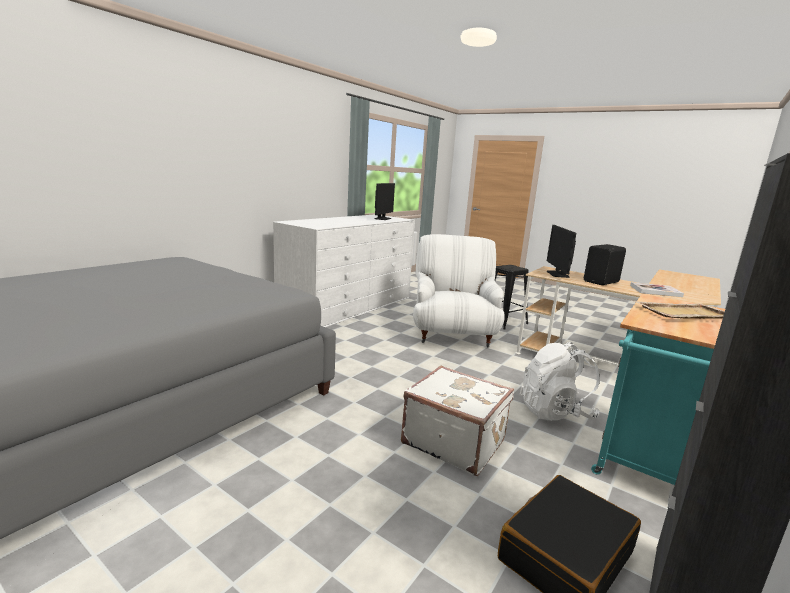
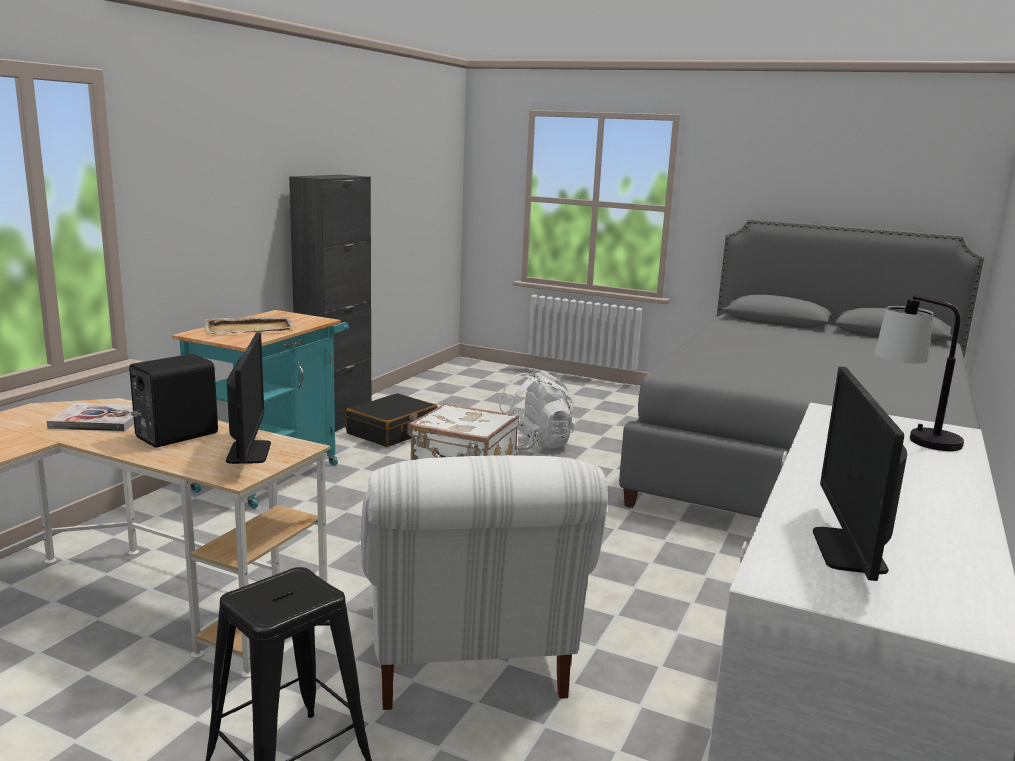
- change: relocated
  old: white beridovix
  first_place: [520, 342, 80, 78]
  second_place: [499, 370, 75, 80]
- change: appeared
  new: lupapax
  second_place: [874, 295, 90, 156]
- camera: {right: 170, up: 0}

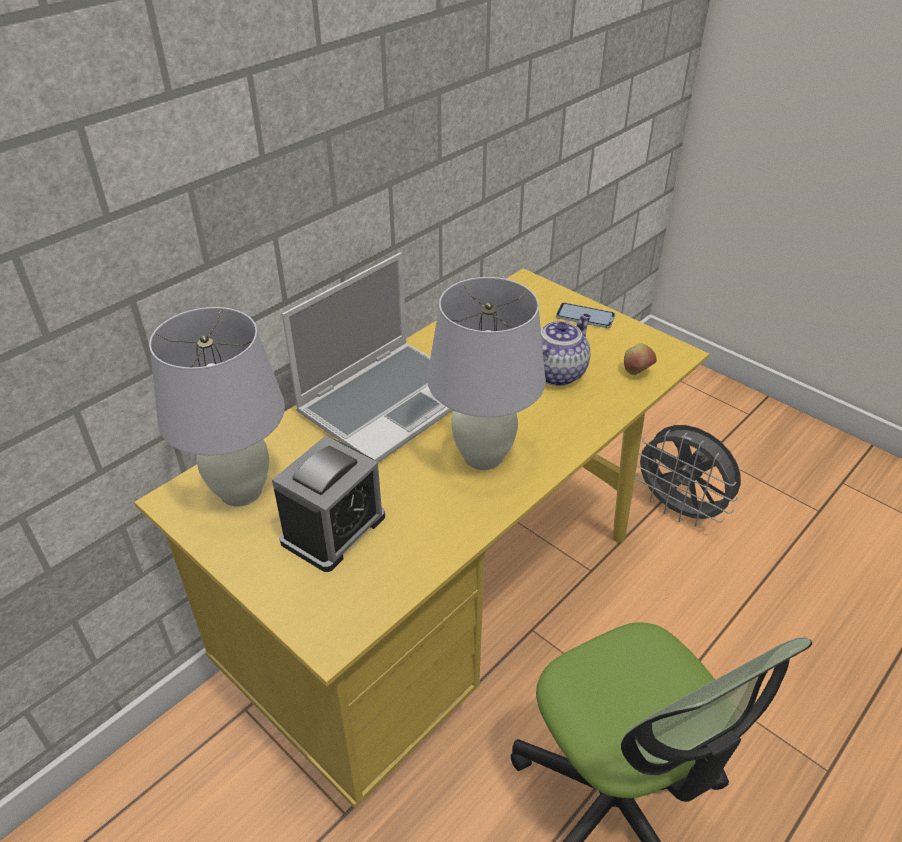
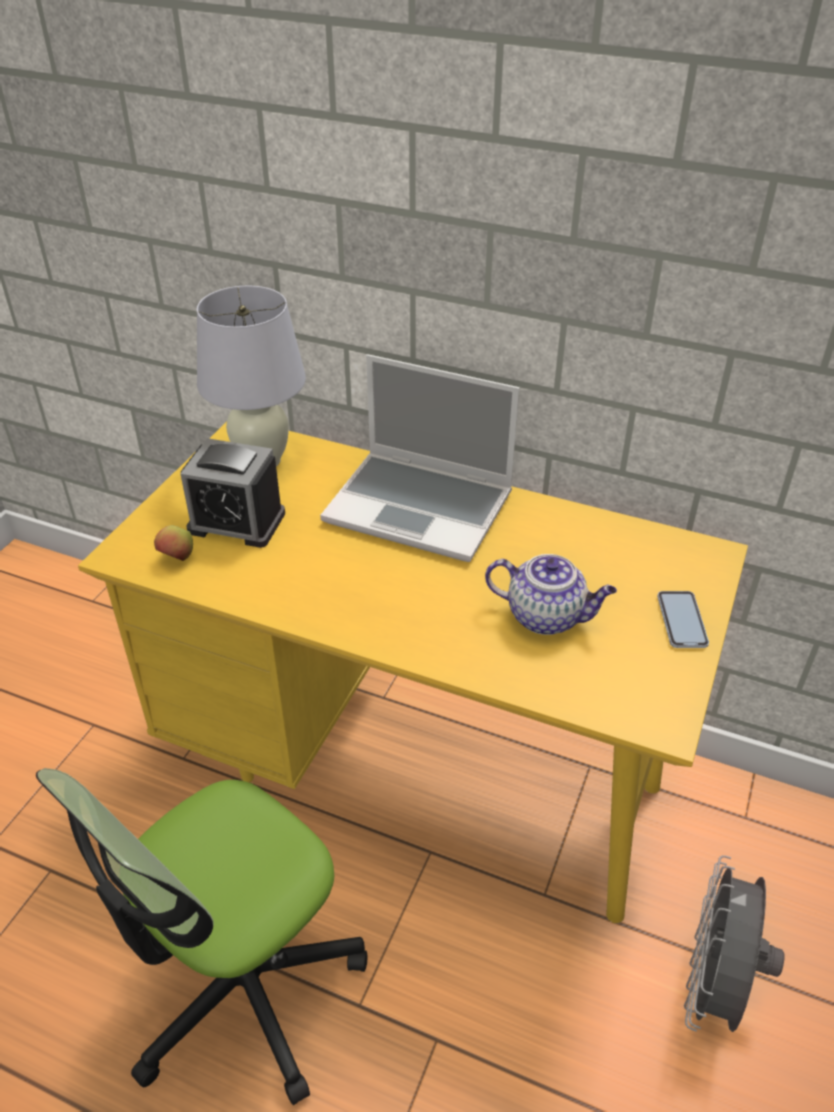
- change: missing
  old: white lupapax
  first_place: [427, 277, 119, 193]
- change: relocated
  old: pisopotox
  first_place: [624, 343, 33, 32]
  second_place: [154, 525, 39, 36]
- camera: {right: 70, up: 0}

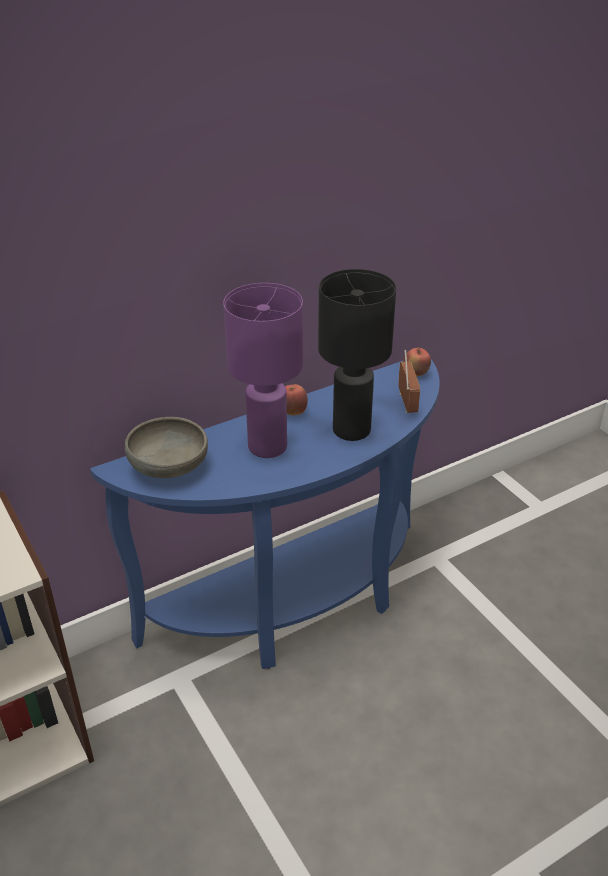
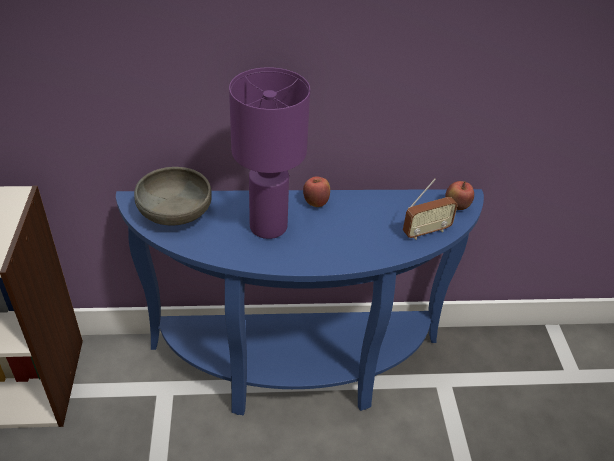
- change: missing
  old: black lupapax
  first_place: [318, 269, 78, 172]
- change: spun
  old: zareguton
  first_place: [398, 350, 22, 63]
  second_place: [403, 178, 55, 62]
  degrees: 45
- camera: {right: 25, up: 5}

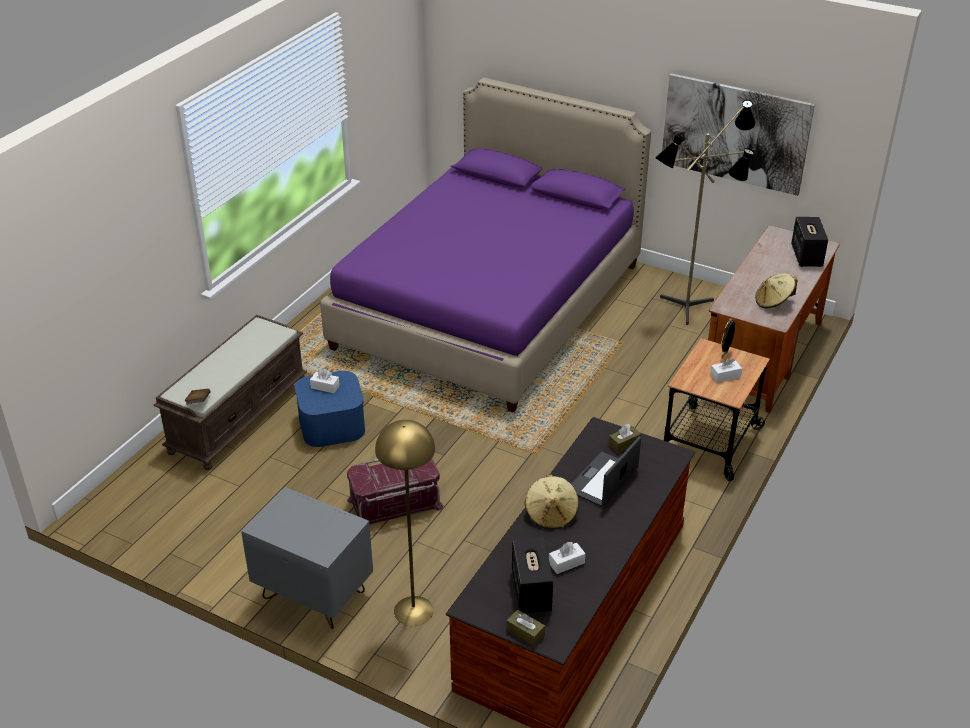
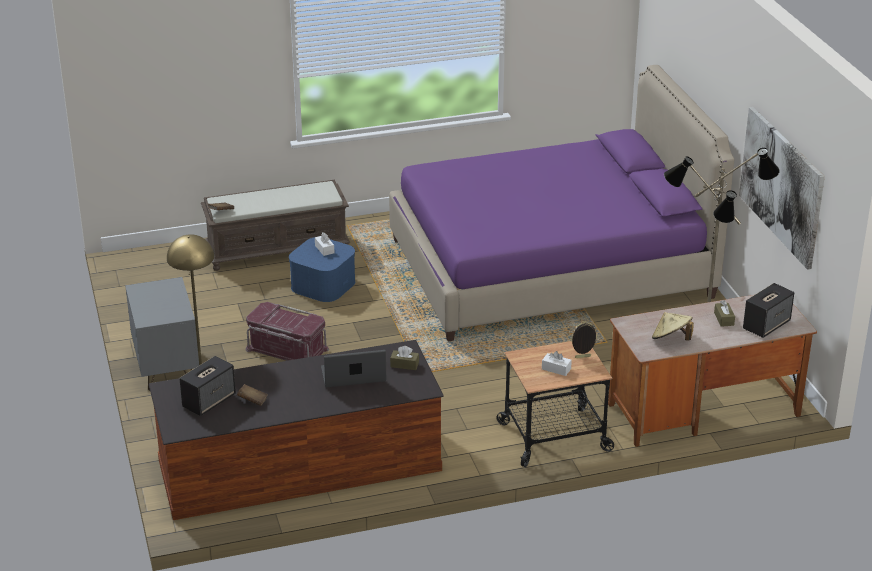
- change: relocated
  old: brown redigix
  first_place: [507, 610, 38, 37]
  second_place: [714, 300, 21, 27]
- change: missing
  old: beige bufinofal
  first_place: [525, 474, 54, 55]
- change: exchanged
  old: white redigix
  new: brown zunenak
  first_place: [549, 542, 37, 32]
  second_place: [237, 384, 31, 22]
- camera: {right: 45, up: -5}

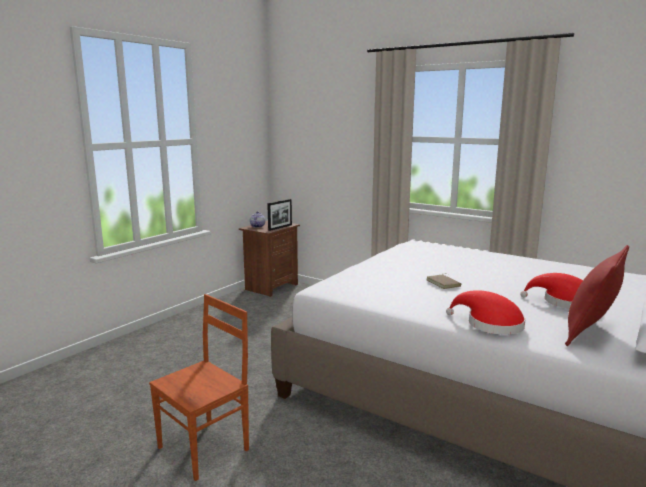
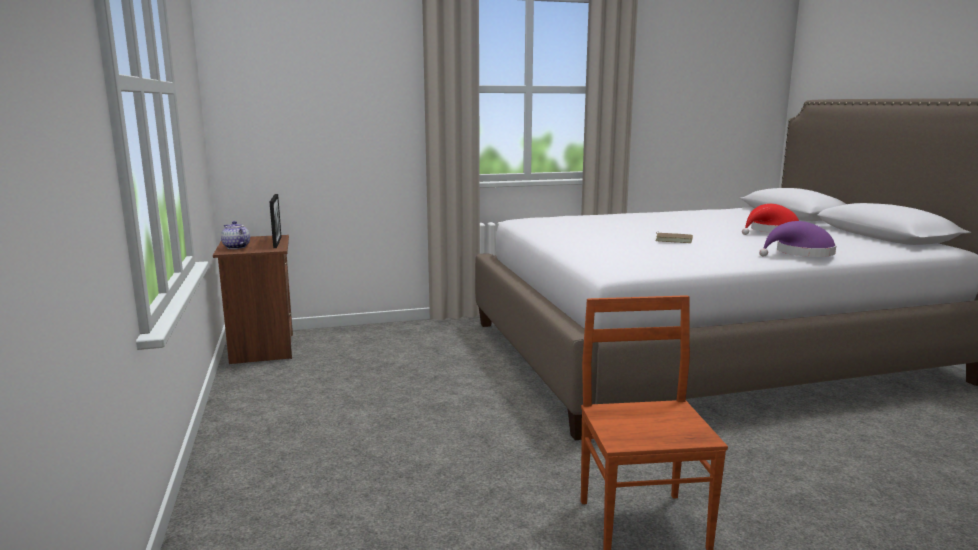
- change: colour
  old: red bufinofal
  new: purple bufinofal
  first_place: [446, 290, 79, 45]
  second_place: [759, 221, 77, 36]
- change: missing
  old: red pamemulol
  first_place: [565, 245, 64, 101]
- camera: {right: -50, up: 0}

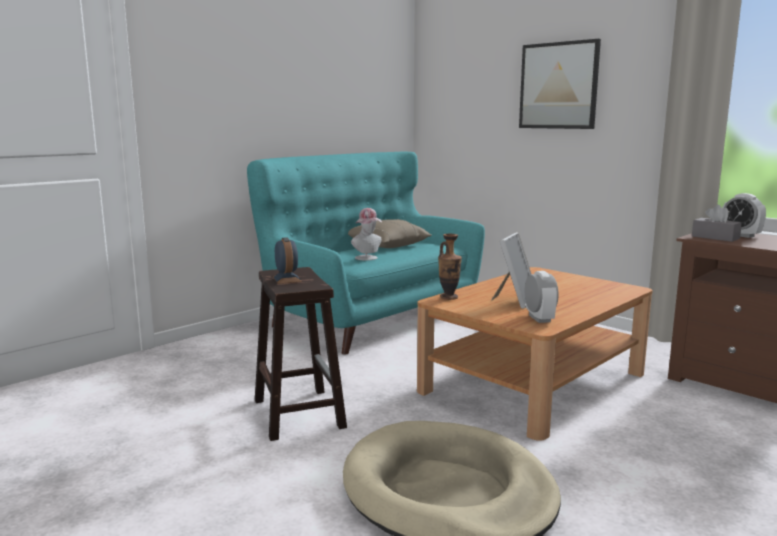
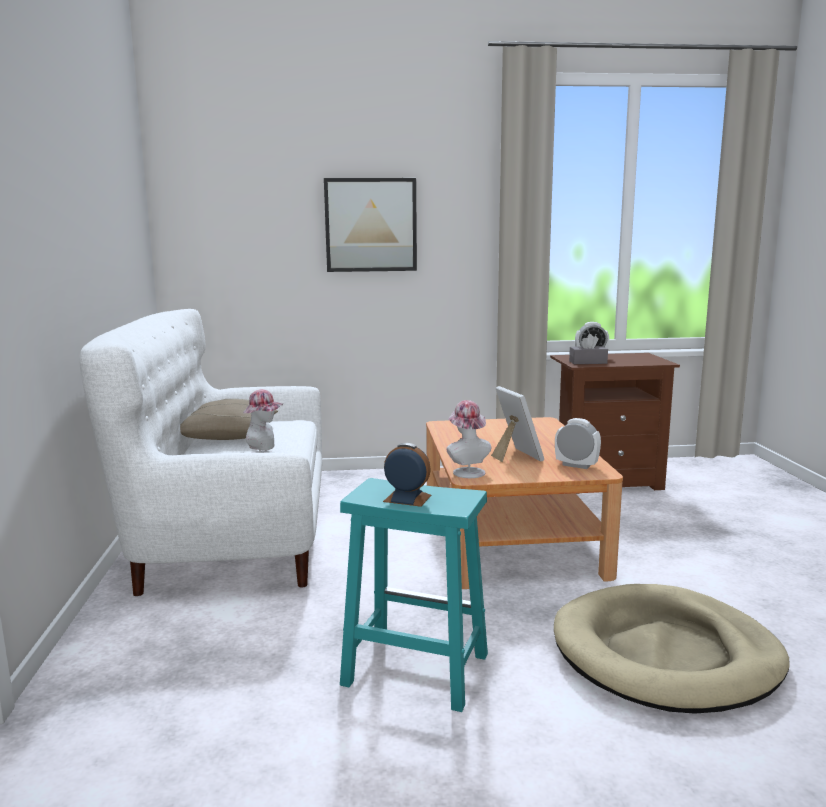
- change: colour
  old: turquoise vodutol
  new: white vodutol
  first_place: [247, 152, 238, 203]
  second_place: [79, 309, 243, 287]
- change: colour
  old: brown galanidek
  new: turquoise galanidek
  first_place: [255, 267, 92, 174]
  second_place: [340, 478, 148, 234]
- change: exchanged
  old: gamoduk
  new: bufinofal
  first_place: [438, 234, 24, 66]
  second_place: [446, 400, 45, 78]
- camera: {right: -50, up: 0}

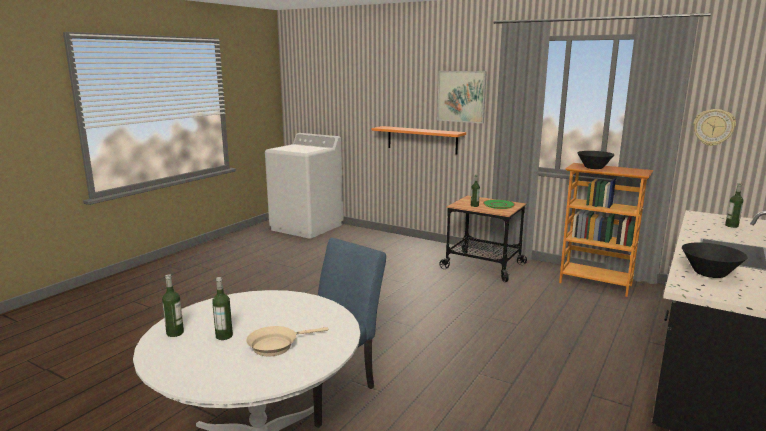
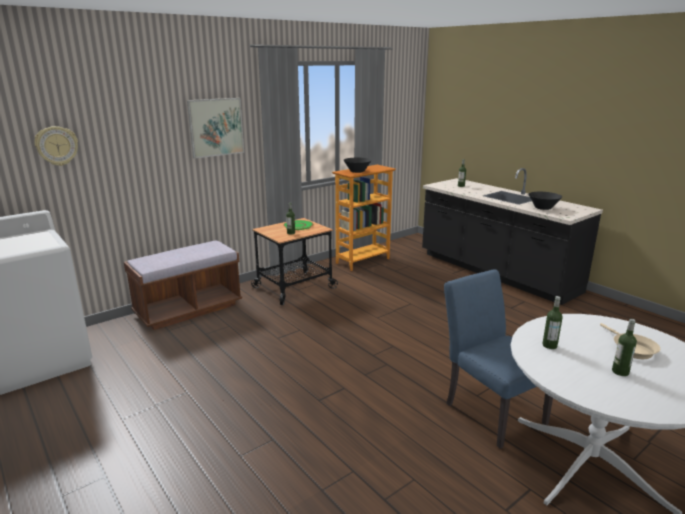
- change: relocated
  old: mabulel
  first_place: [162, 274, 22, 63]
  second_place: [542, 296, 21, 53]
- change: missing
  old: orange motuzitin
  first_place: [372, 126, 94, 29]
- change: relocated
  old: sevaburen
  first_place: [693, 109, 43, 37]
  second_place: [34, 126, 44, 40]
- change: appeared
  new: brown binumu
  second_place: [124, 240, 118, 90]
- camera: {right: -70, up: 5}

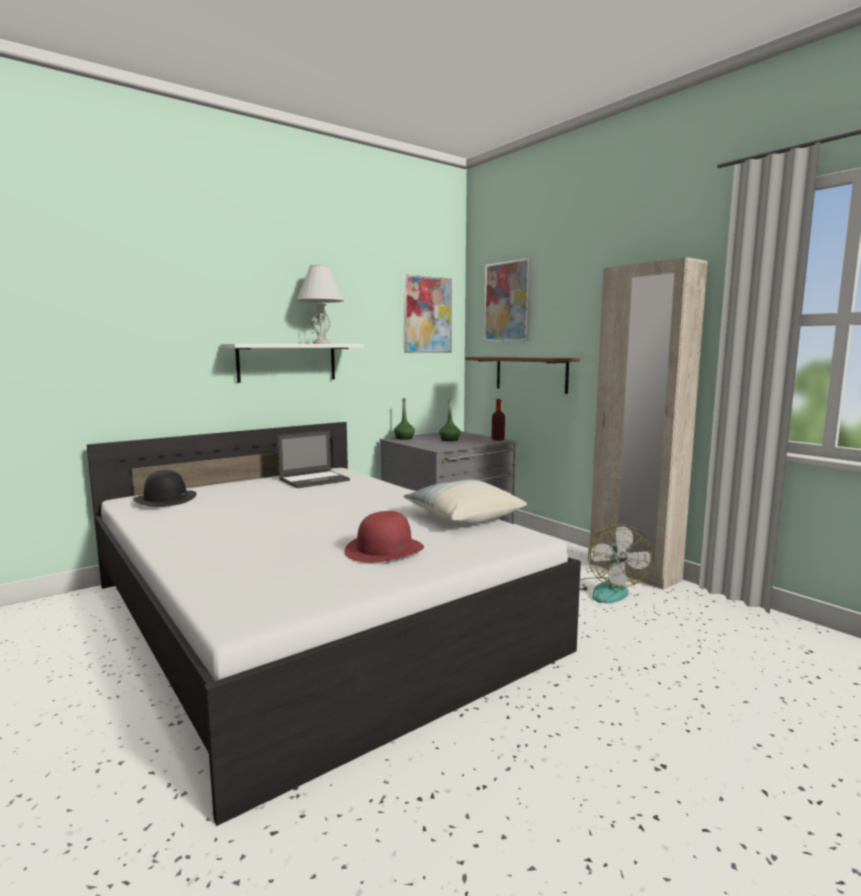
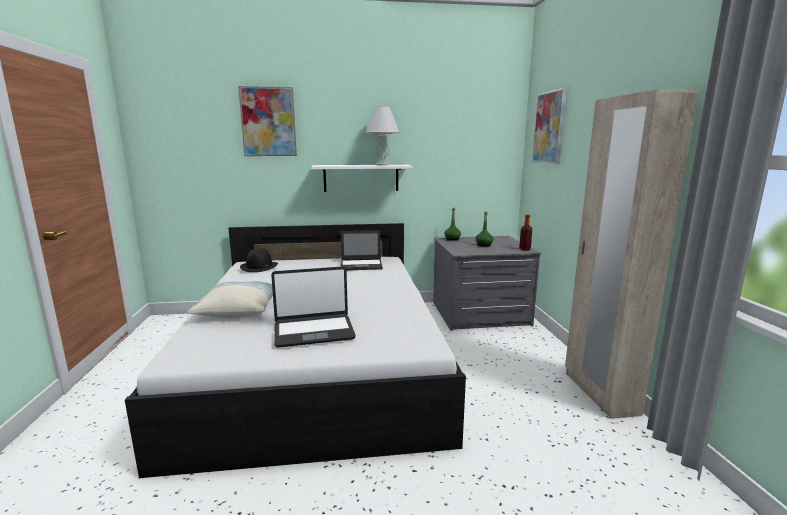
- change: exchanged
  old: red bufinofal
  new: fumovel
  first_place: [344, 511, 80, 52]
  second_place: [271, 266, 85, 82]
- change: relocated
  old: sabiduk
  first_place: [403, 274, 49, 79]
  second_place: [238, 86, 59, 70]
- change: relocated
  old: pamemulol
  first_place: [403, 479, 124, 46]
  second_place: [187, 281, 86, 37]
- change: missing
  old: brown motuzitin
  first_place: [465, 357, 115, 37]
- change: missing
  old: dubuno
  first_place: [579, 524, 73, 79]
- camera: {right: 30, up: 5}

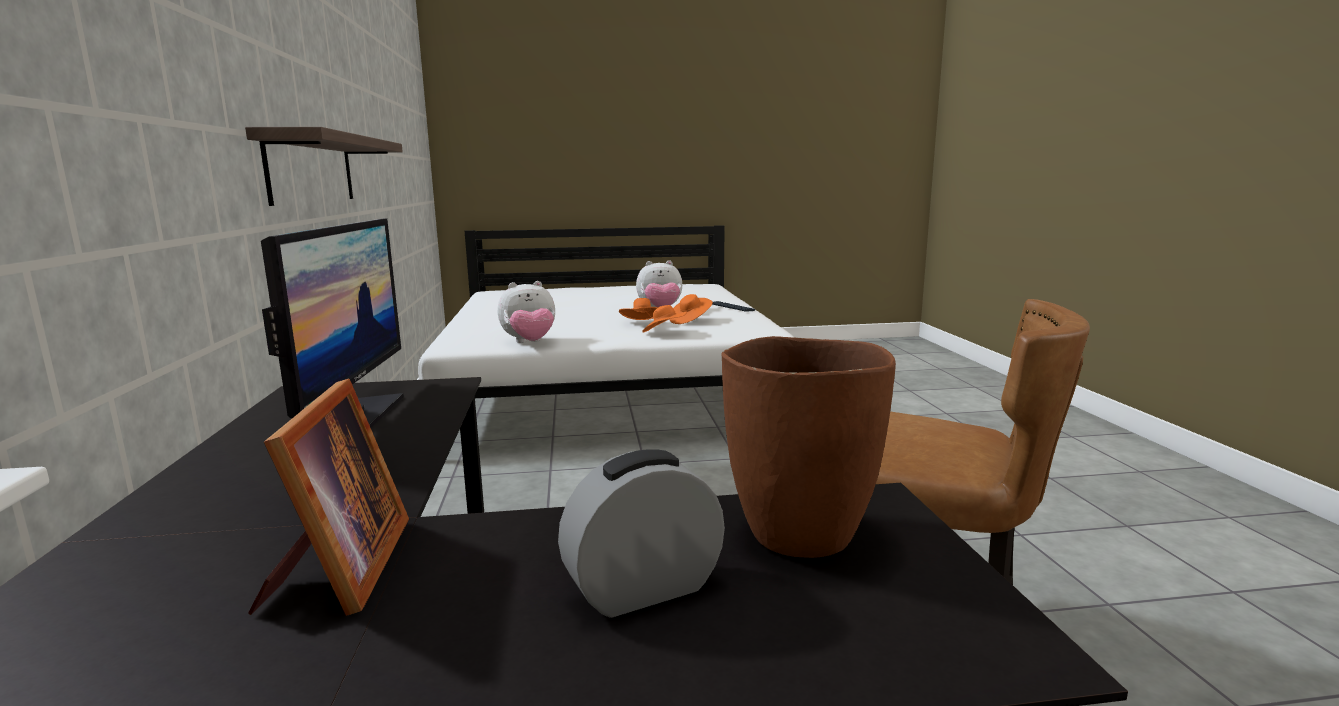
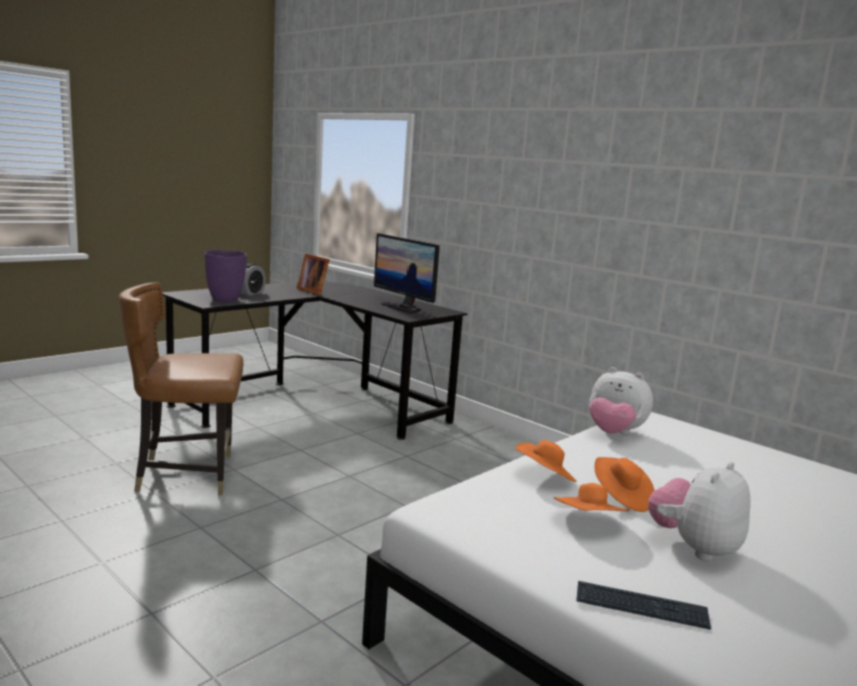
- change: missing
  old: motuzitin
  first_place: [245, 127, 158, 79]
- change: spun
  old: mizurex
  first_place: [498, 281, 57, 62]
  second_place: [589, 367, 64, 67]
  degrees: -90
- change: colour
  old: brown gamoduk
  new: purple gamoduk
  first_place: [721, 336, 175, 222]
  second_place: [205, 249, 42, 53]
- camera: {right: 140, up: 0}

